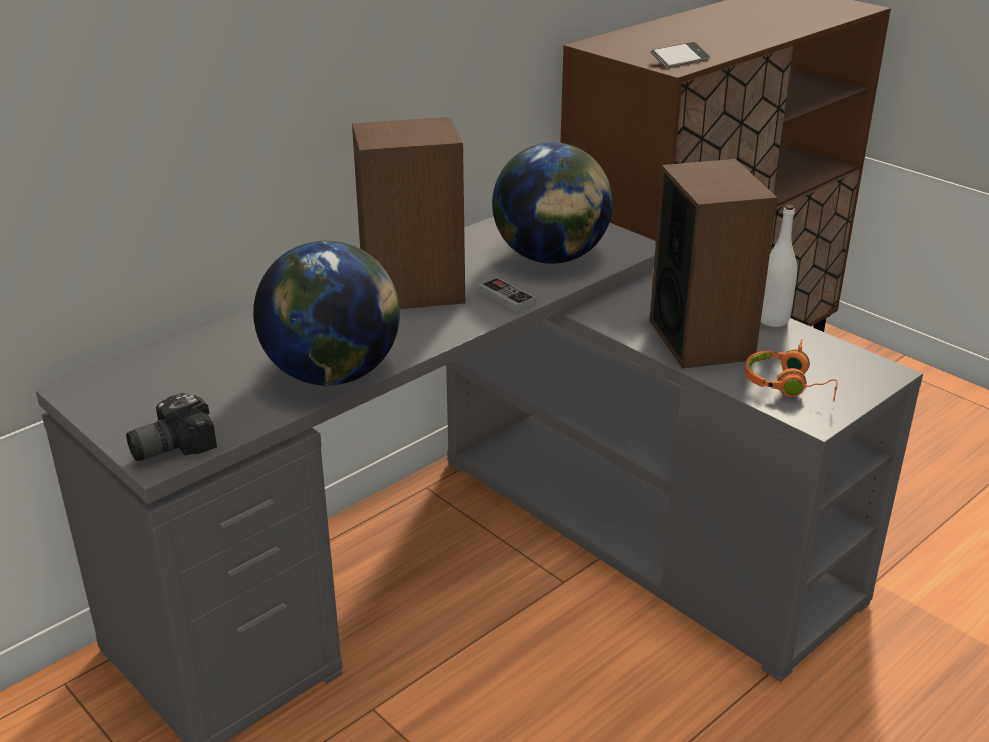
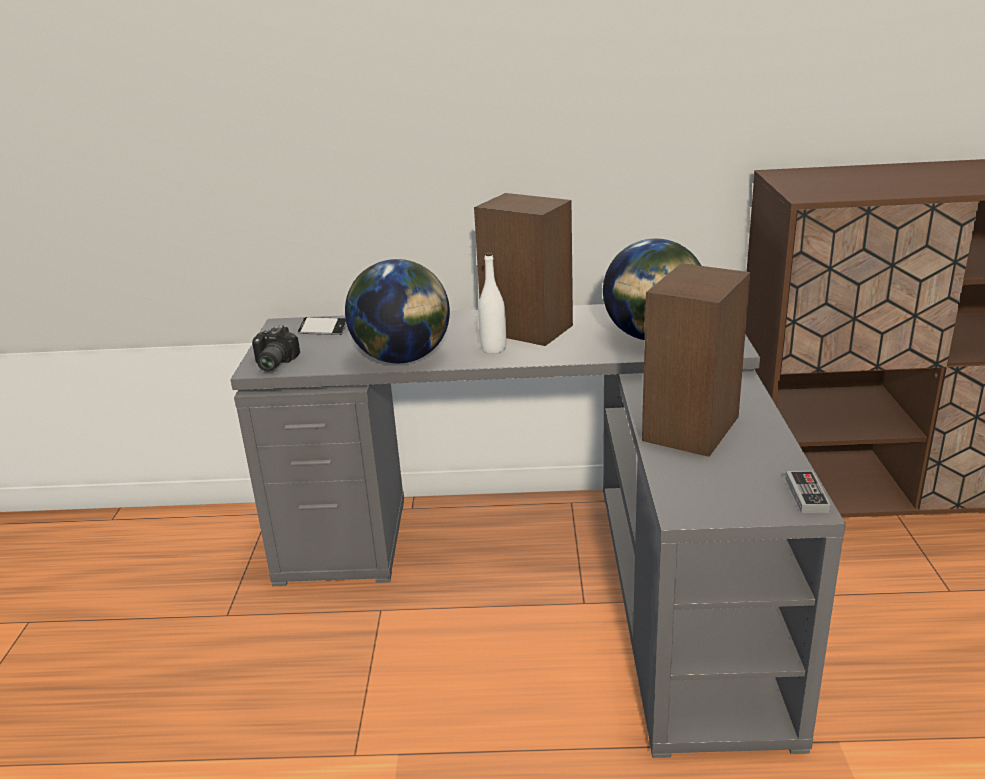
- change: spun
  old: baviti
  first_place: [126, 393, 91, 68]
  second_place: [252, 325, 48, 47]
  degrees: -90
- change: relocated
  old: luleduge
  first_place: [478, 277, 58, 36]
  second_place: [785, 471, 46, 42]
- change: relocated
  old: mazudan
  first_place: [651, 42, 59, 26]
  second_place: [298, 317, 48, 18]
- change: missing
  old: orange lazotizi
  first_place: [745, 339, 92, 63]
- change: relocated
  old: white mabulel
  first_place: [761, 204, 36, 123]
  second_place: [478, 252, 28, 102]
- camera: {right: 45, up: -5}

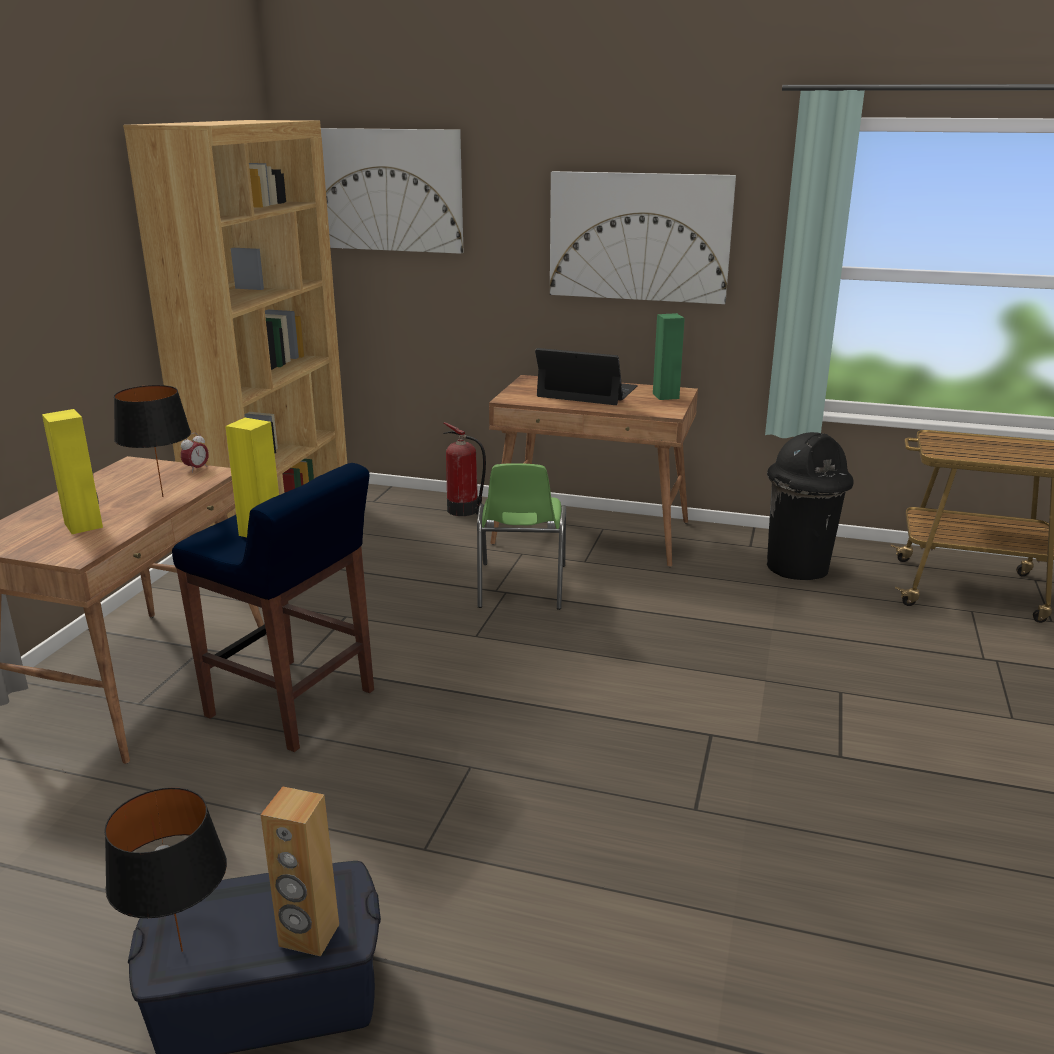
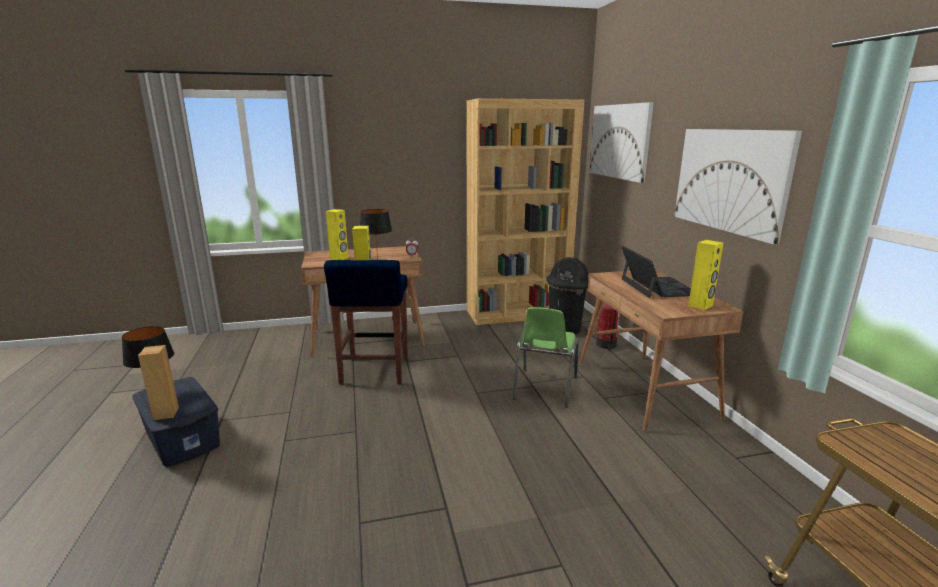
- change: spun
  old: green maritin
  first_place: [477, 463, 89, 147]
  second_place: [513, 307, 66, 101]
  degrees: -45
- change: colour
  old: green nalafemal
  new: yellow nalafemal
  first_place: [653, 313, 32, 87]
  second_place: [688, 240, 36, 70]
- change: relocated
  old: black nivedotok
  first_place: [767, 432, 87, 148]
  second_place: [546, 257, 43, 77]
- camera: {right: 60, up: -5}

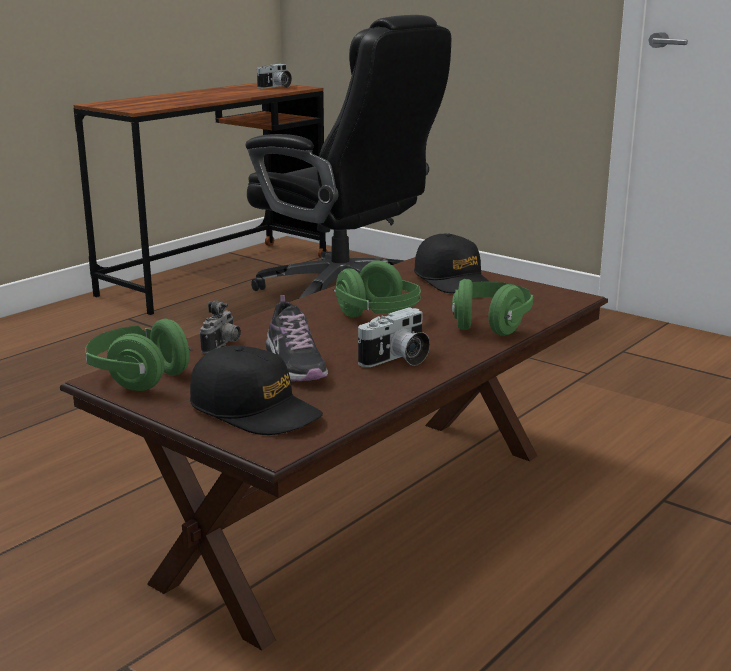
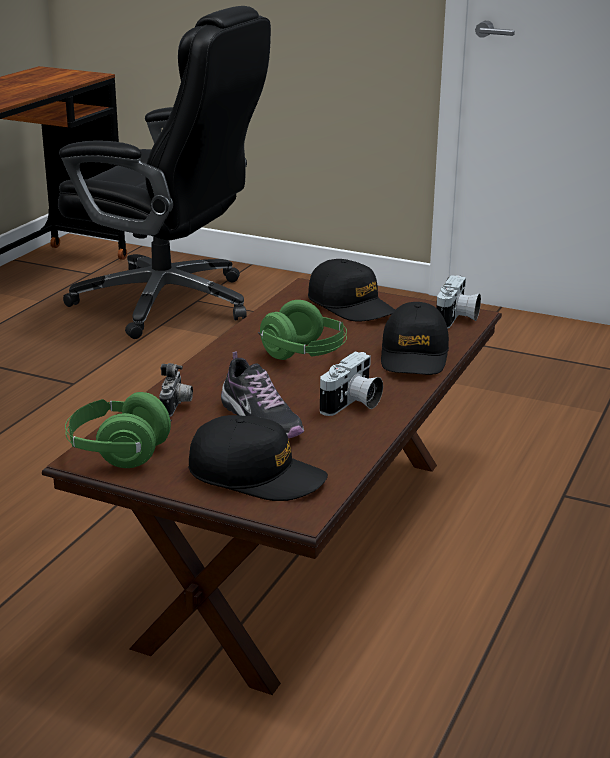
- change: relocated
  old: baviti
  first_place: [257, 64, 35, 25]
  second_place: [436, 275, 45, 54]
- change: exchanged
  old: green lazotizi
  new: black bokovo
  first_place: [452, 279, 81, 57]
  second_place: [381, 302, 68, 73]
- camera: {right: -15, up: 5}

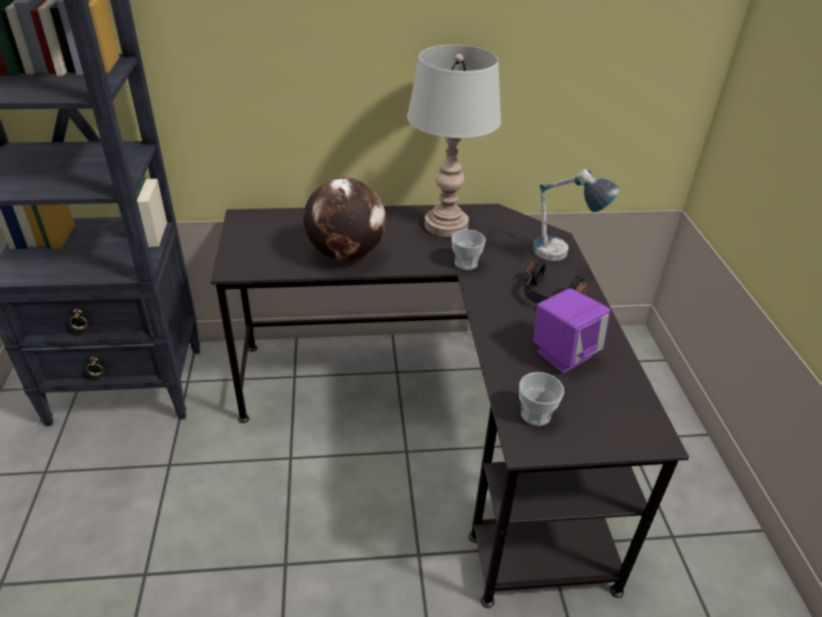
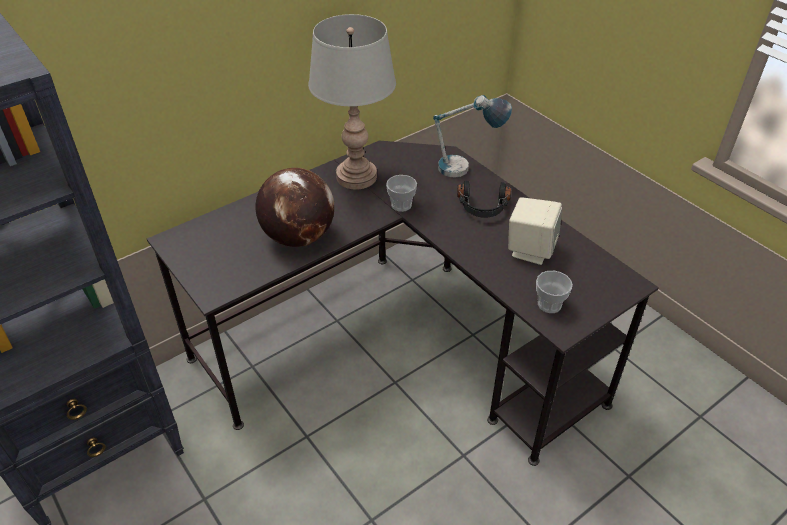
- change: colour
  old: purple nalafemal
  new: beige nalafemal
  first_place: [533, 288, 77, 85]
  second_place: [508, 197, 54, 68]
- camera: {right: -30, up: 5}

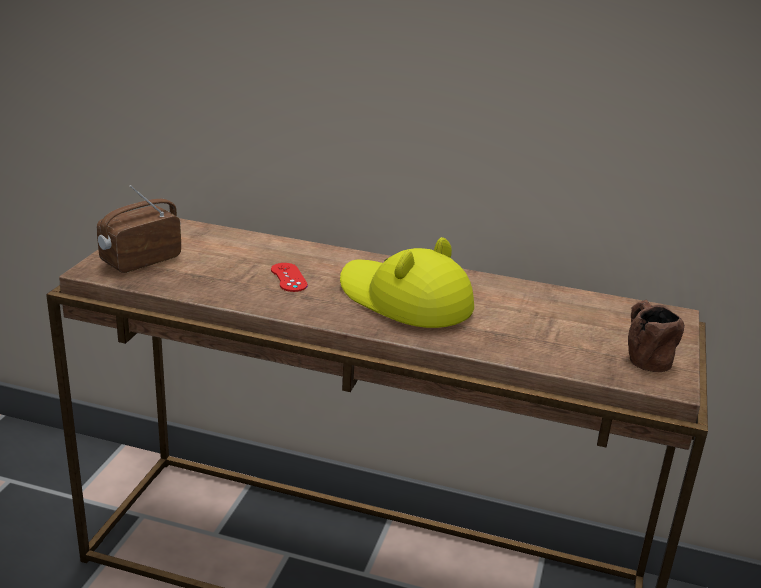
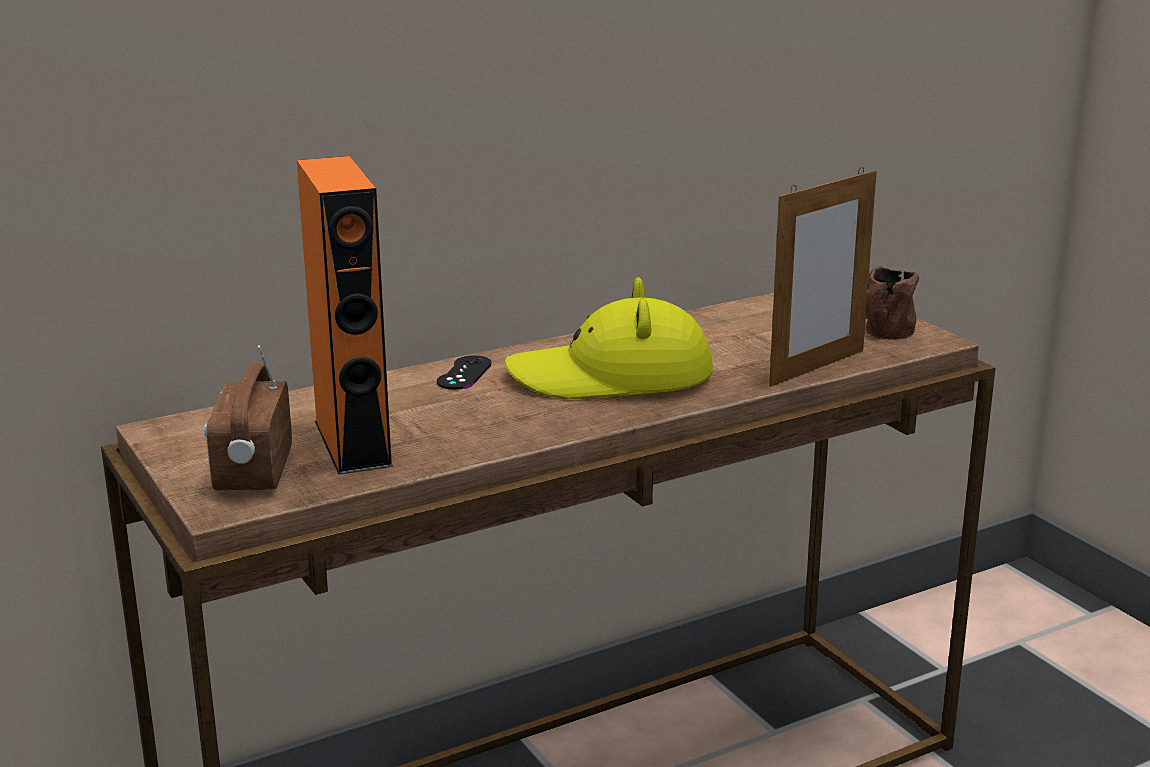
- change: missing
  old: red luleduge
  first_place: [271, 263, 37, 29]
- change: appeared
  new: orange nalafemal
  second_place: [297, 156, 96, 319]
- change: appeared
  new: black luleduge
  second_place: [437, 355, 55, 35]
- change: appeared
  new: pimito
  second_place: [769, 167, 108, 219]
- camera: {right: -45, up: -5}

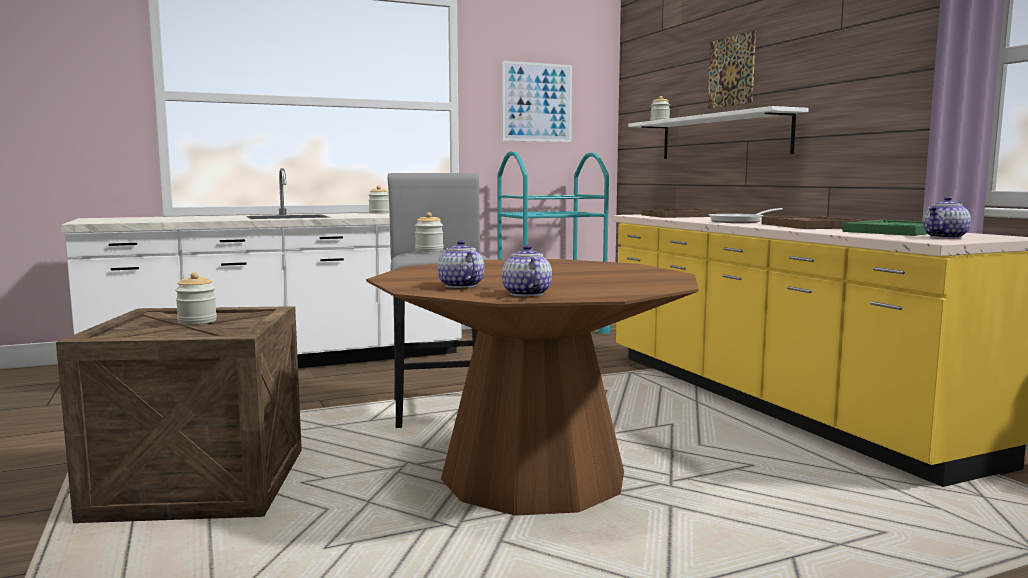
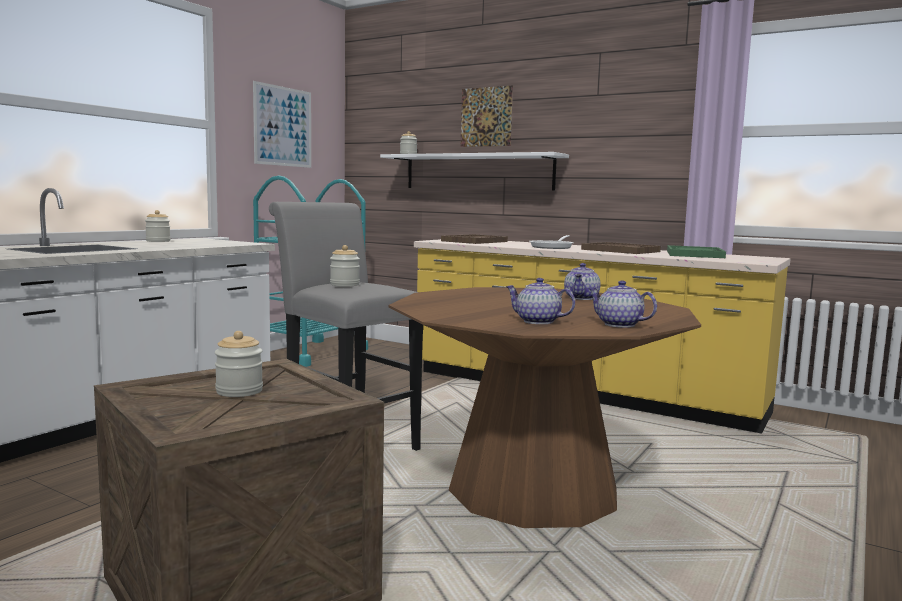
- change: relocated
  old: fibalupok
  first_place: [923, 196, 48, 43]
  second_place: [564, 263, 36, 37]
- camera: {right: -35, up: 0}

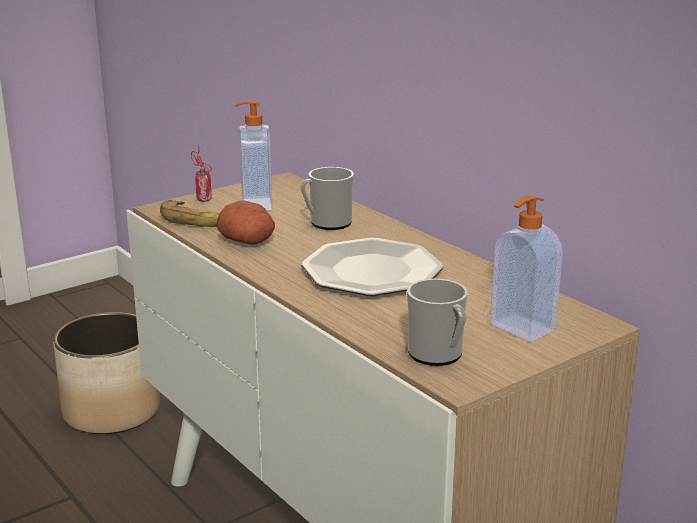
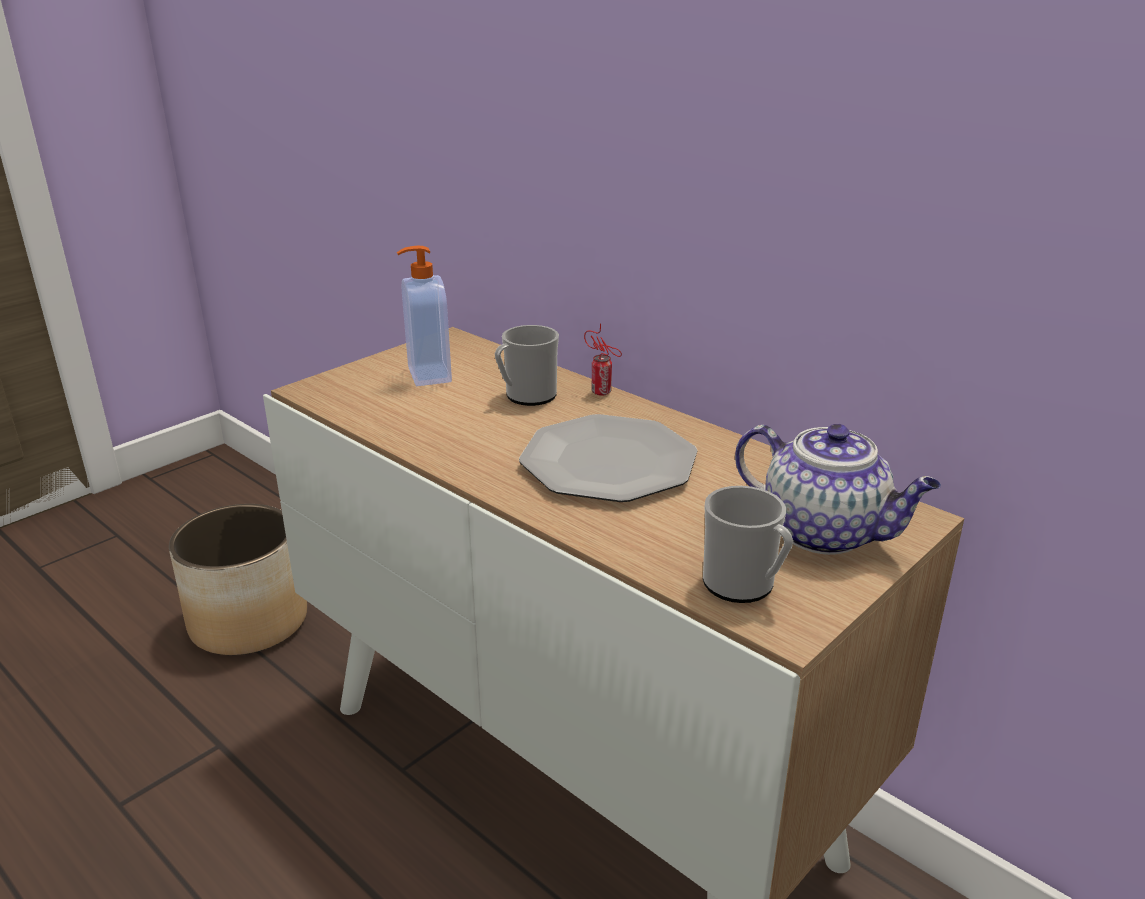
- change: missing
  old: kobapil
  first_place: [160, 200, 59, 27]
- change: relocated
  old: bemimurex
  first_place: [191, 146, 21, 56]
  second_place: [584, 323, 38, 73]
- change: missing
  old: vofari
  first_place: [217, 200, 58, 44]
- change: exchanged
  old: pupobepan
  new: fibalupok
  first_place: [490, 195, 73, 147]
  second_place: [735, 424, 206, 131]
- camera: {right: -10, up: 5}

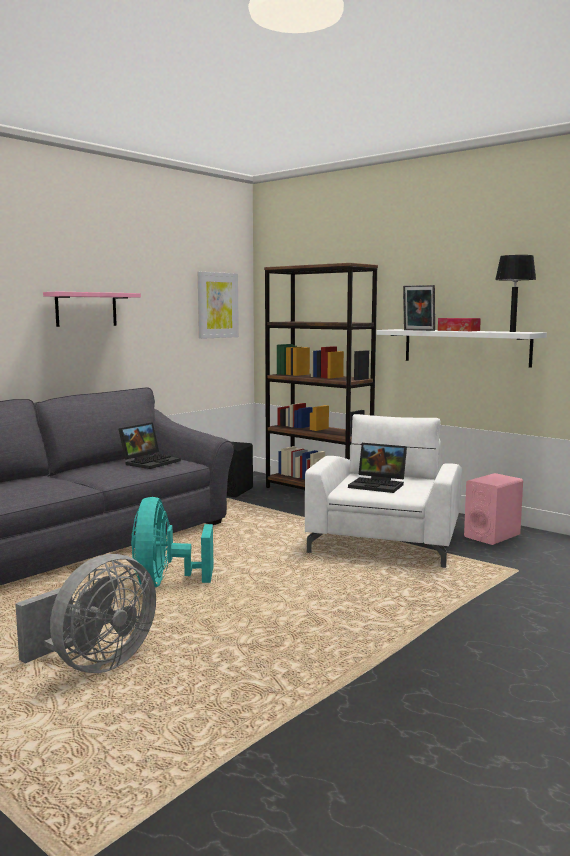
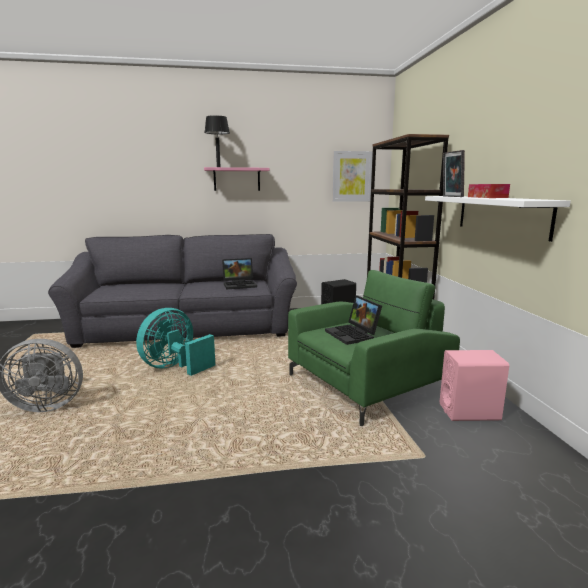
- change: colour
  old: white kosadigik
  new: green kosadigik
  first_place: [305, 414, 157, 154]
  second_place: [288, 270, 172, 156]
- change: relocated
  old: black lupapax
  first_place: [495, 255, 41, 77]
  second_place: [204, 115, 26, 52]
- camera: {right: 40, up: 5}

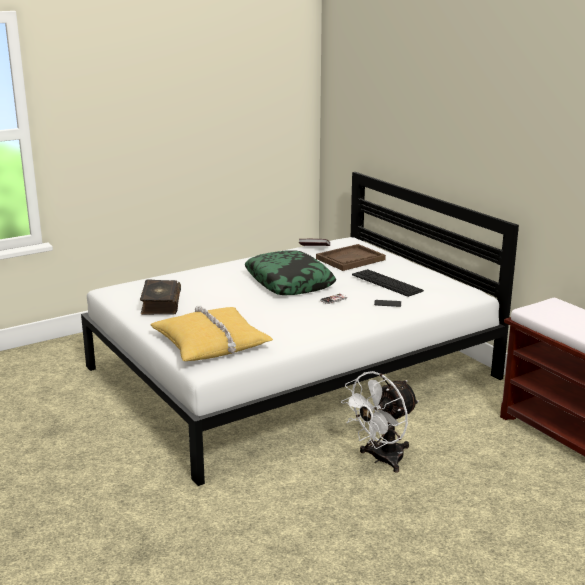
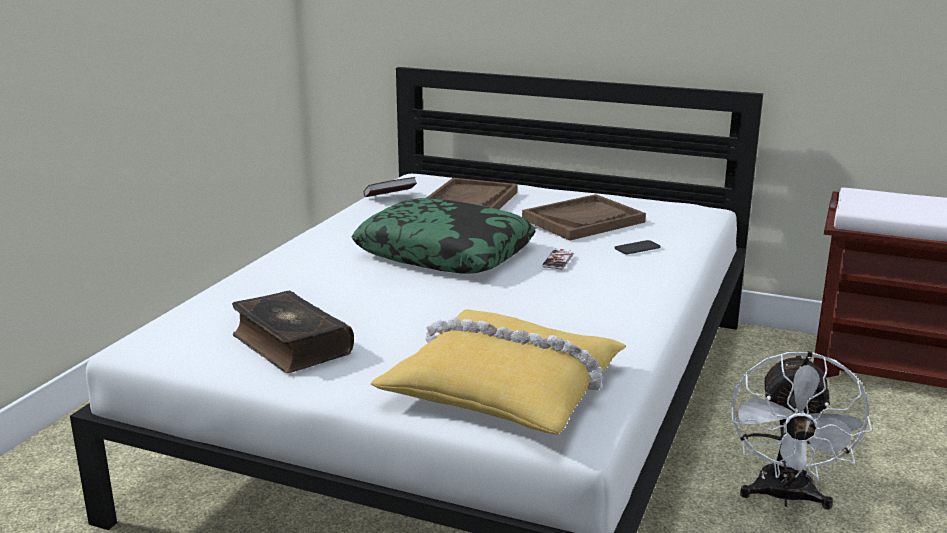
- change: exchanged
  old: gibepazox
  new: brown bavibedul
  first_place: [352, 269, 72, 28]
  second_place: [522, 194, 124, 47]
- camera: {right: -35, up: 0}

